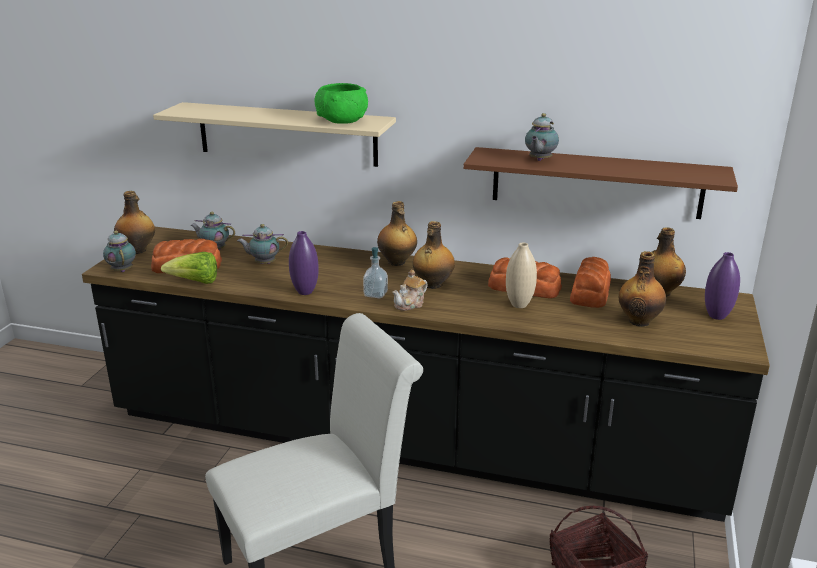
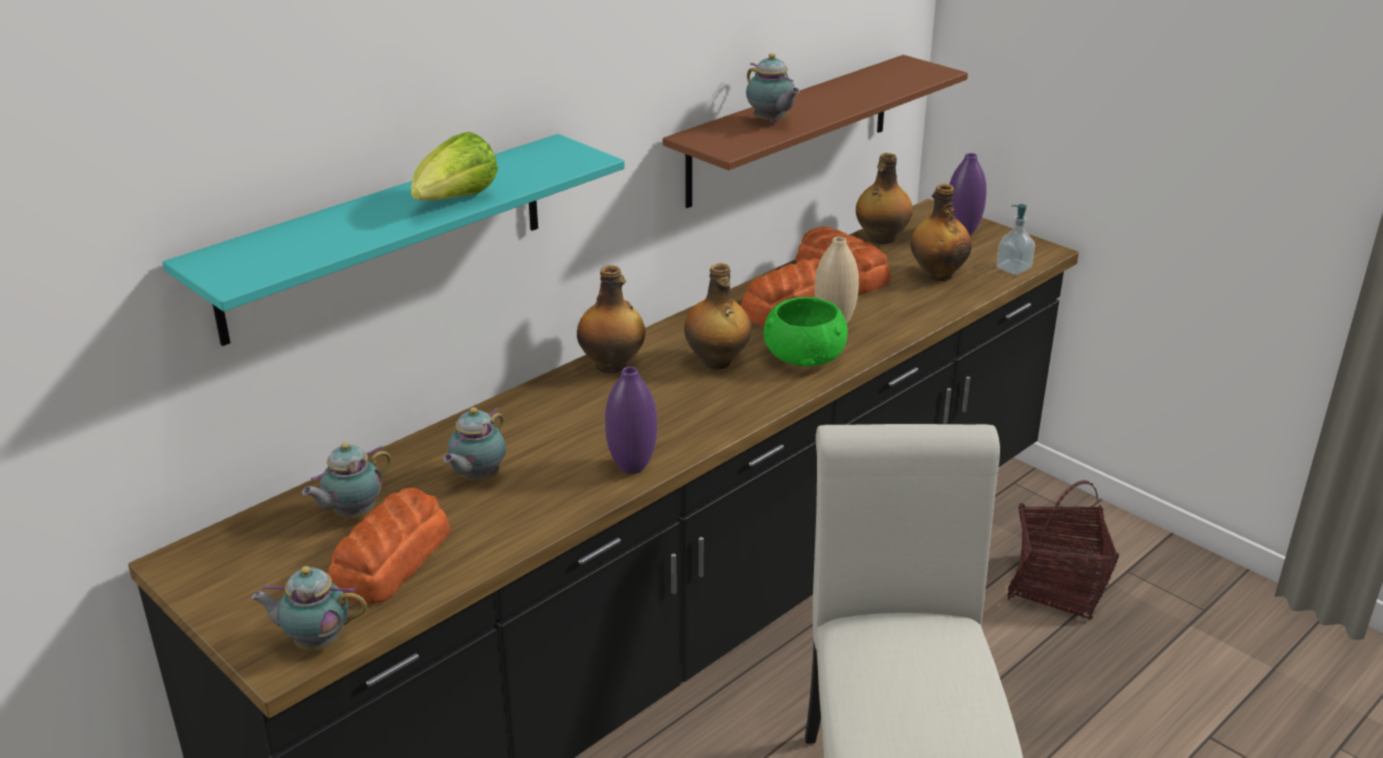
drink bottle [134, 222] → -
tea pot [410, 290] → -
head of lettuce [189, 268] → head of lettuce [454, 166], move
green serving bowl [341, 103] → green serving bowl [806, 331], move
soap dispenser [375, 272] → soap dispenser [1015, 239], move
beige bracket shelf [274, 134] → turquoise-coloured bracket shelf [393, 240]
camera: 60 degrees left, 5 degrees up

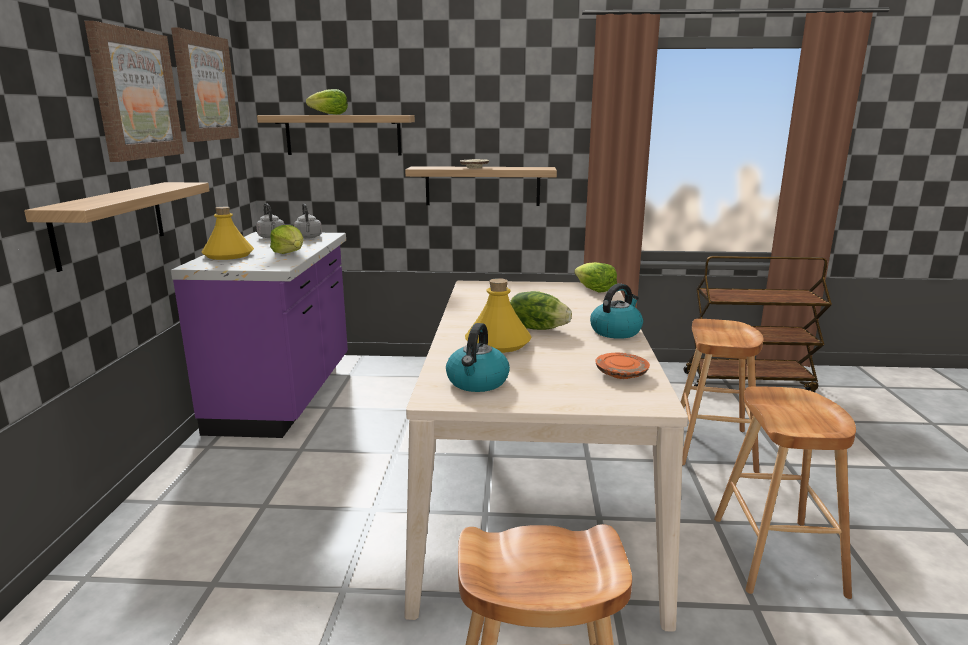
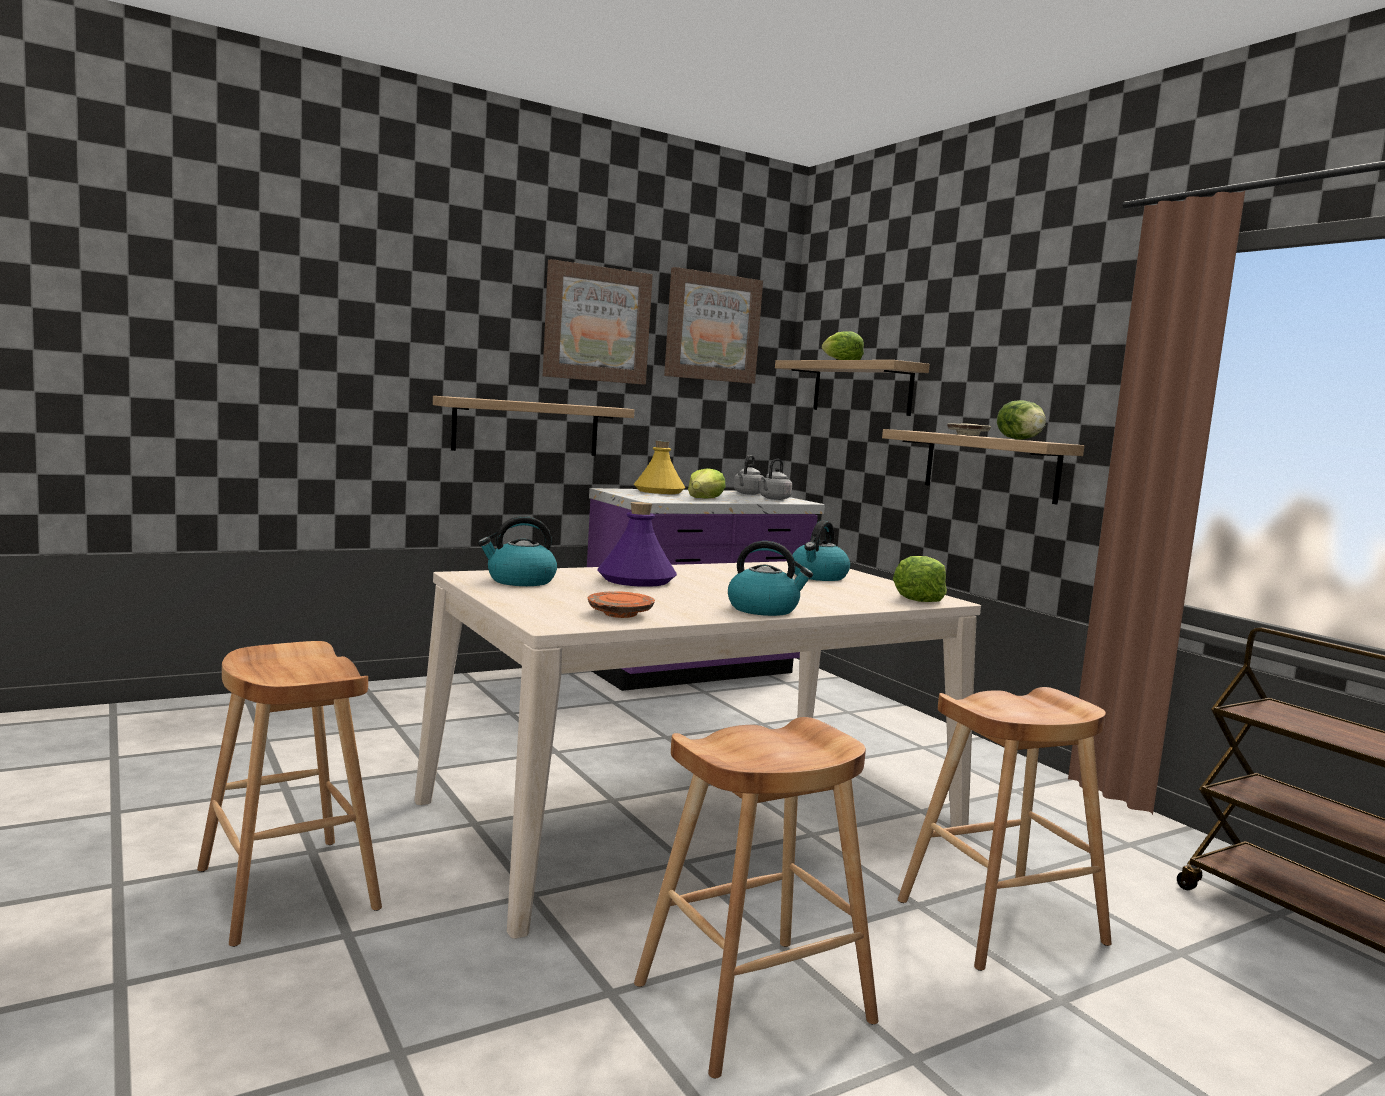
- → tea kettle [821, 551]
head of lettuce [541, 310] → head of lettuce [1021, 420], move
yellow drink bottle [498, 315] → purple-coloured drink bottle [637, 544]
camera: 55 degrees right, 10 degrees down

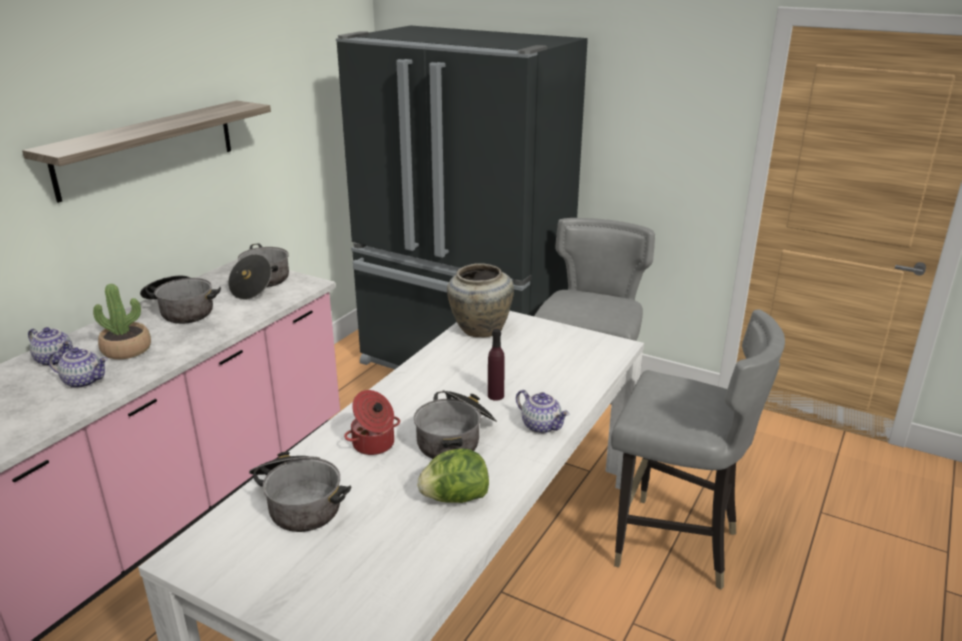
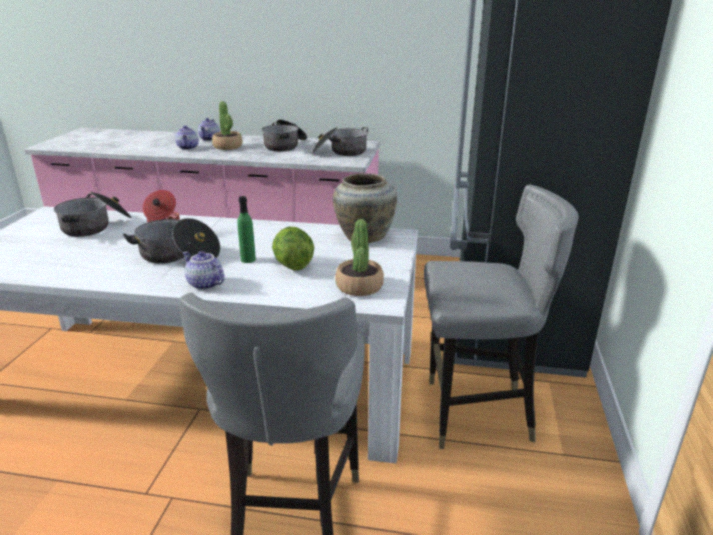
bracket shelf [146, 151] → -
- → houseplant [359, 257]
head of lettuce [453, 475] → head of lettuce [293, 249], move
purple-coloured drink bottle [496, 365] → green drink bottle [246, 229]
tea pot [542, 412] → tea pot [204, 270], 105 degrees clockwise
camera: 70 degrees right, 0 degrees up

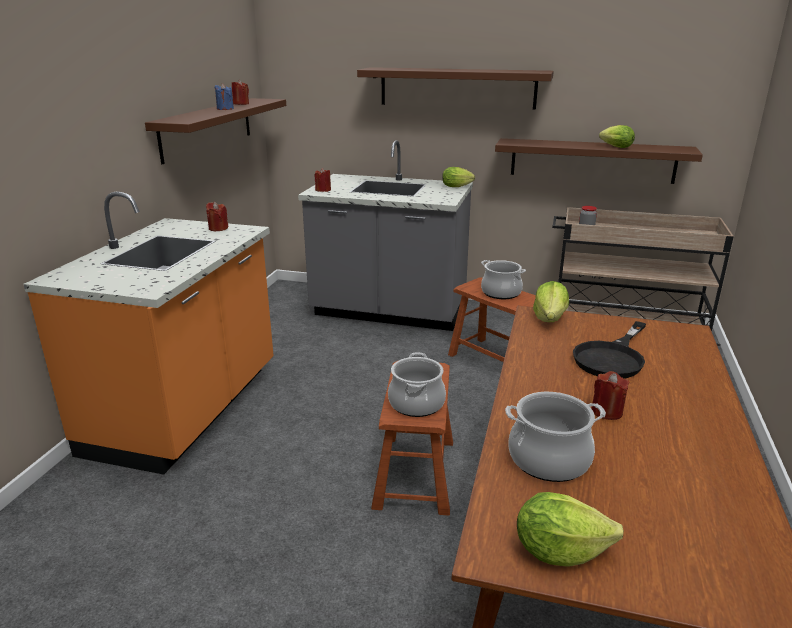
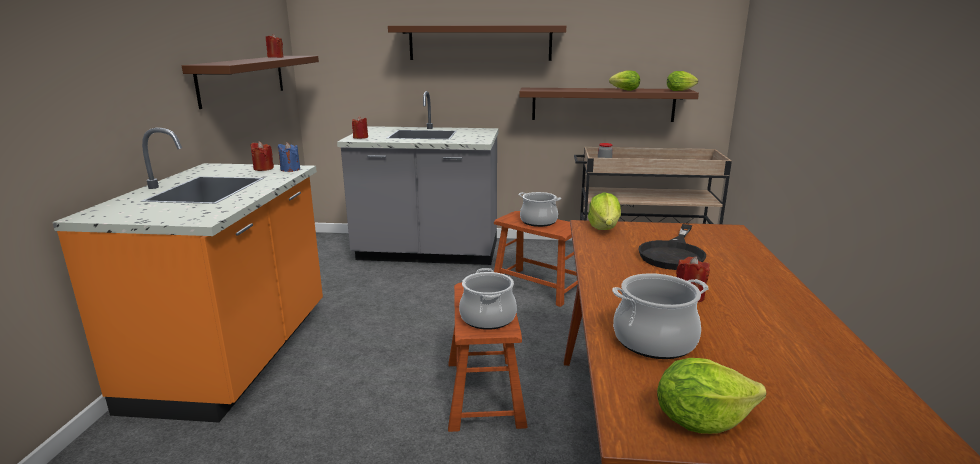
blue-coloured candle [224, 96] → blue-coloured candle [289, 157], move
head of lettuce [458, 177] → head of lettuce [682, 81], move
camera: 10 degrees left, 5 degrees down

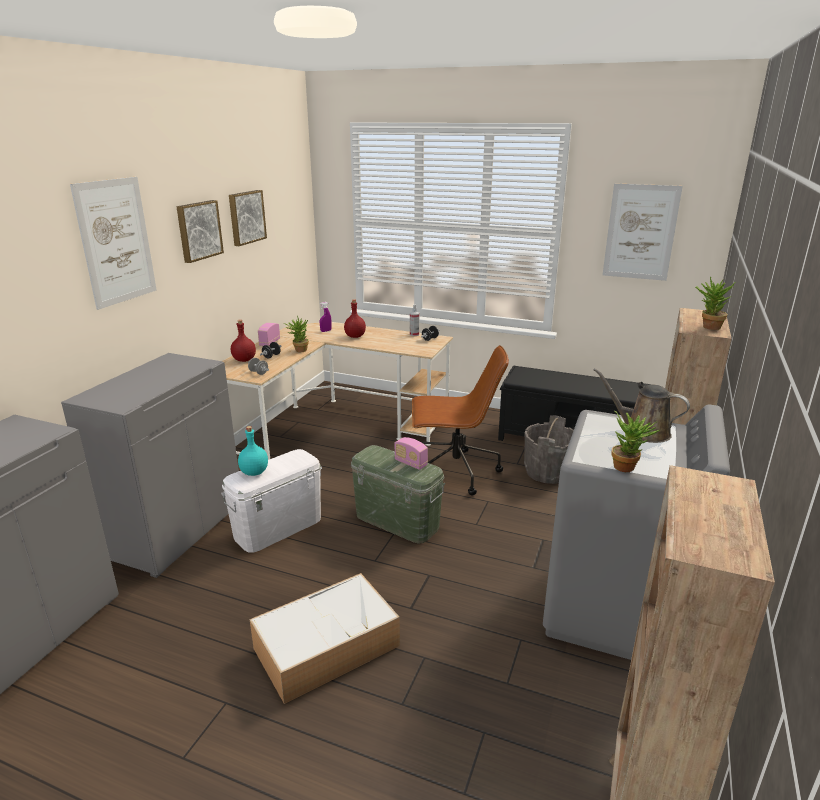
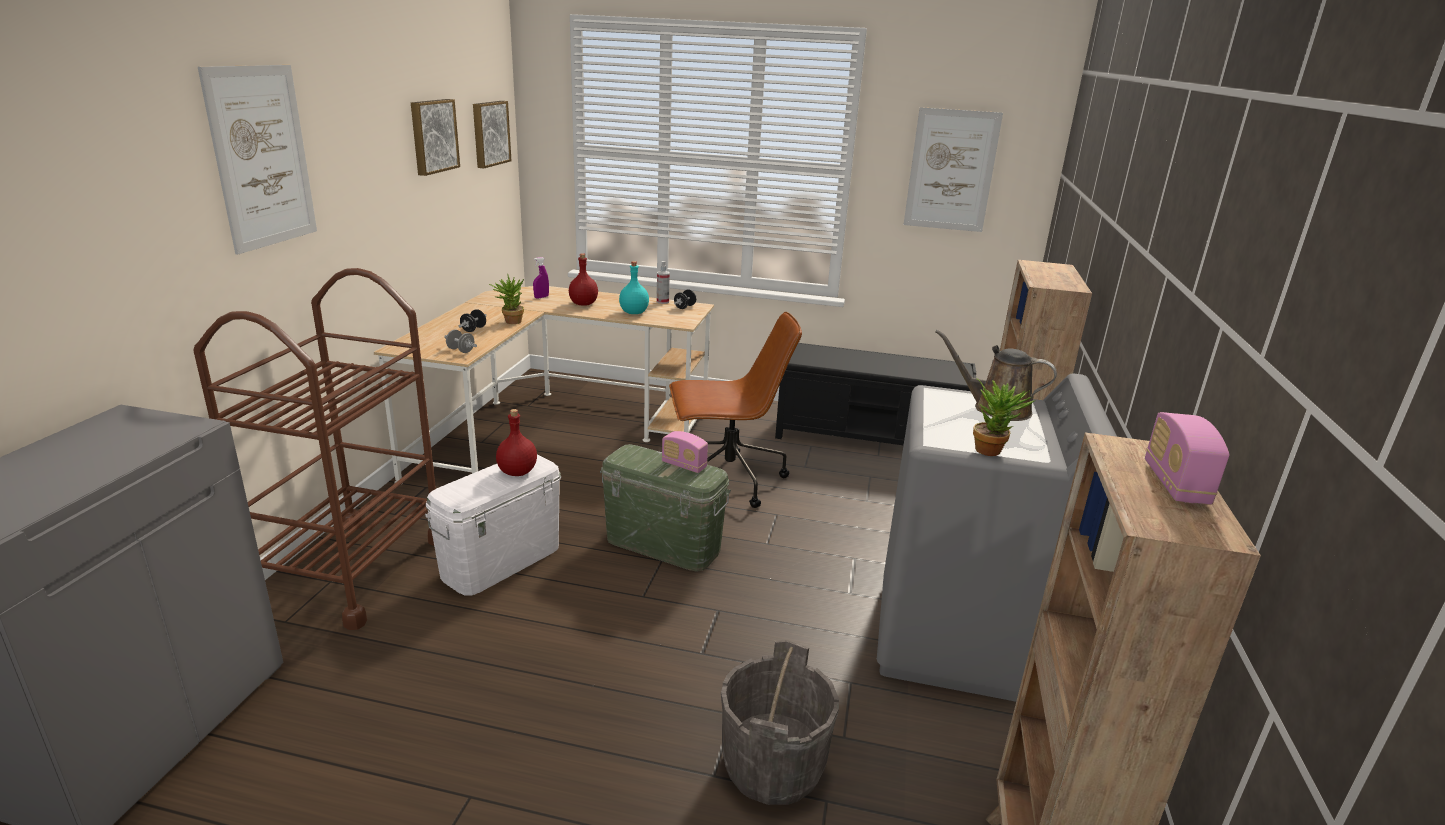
storage box [325, 638] → -
houseplant [715, 303] → -
wall art [200, 231] → wall art [492, 134], move
reddish drink bottle [243, 341] → reddish drink bottle [516, 442], move
turquoise-coloured drink bottle [253, 451] → turquoise-coloured drink bottle [634, 287], move
radio [269, 334] → radio [1187, 458], move
greyish pail [549, 449] → greyish pail [780, 722], move
greyish cabinet [150, 465] → brownish cart [314, 449]
camera: 10 degrees left, 0 degrees up

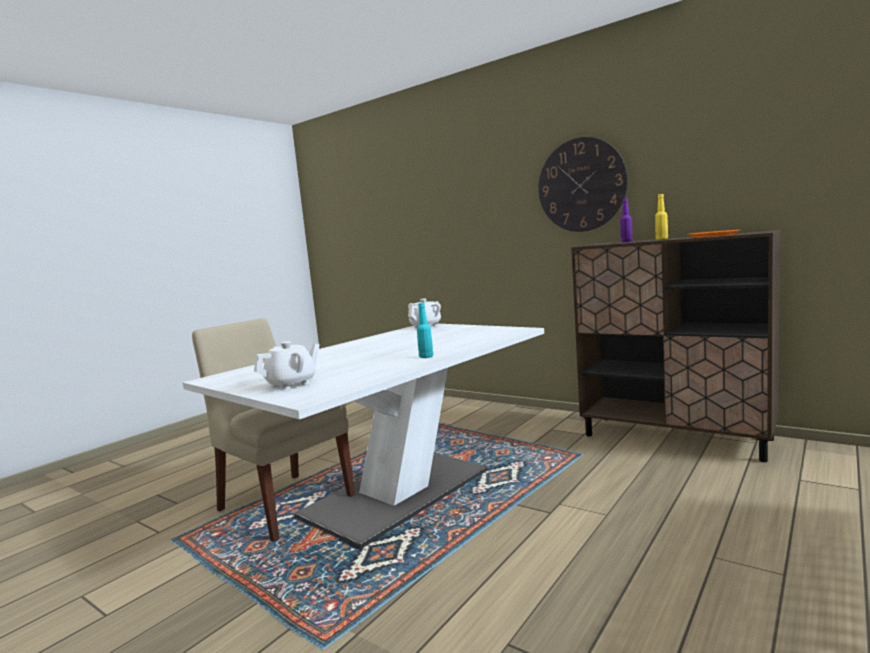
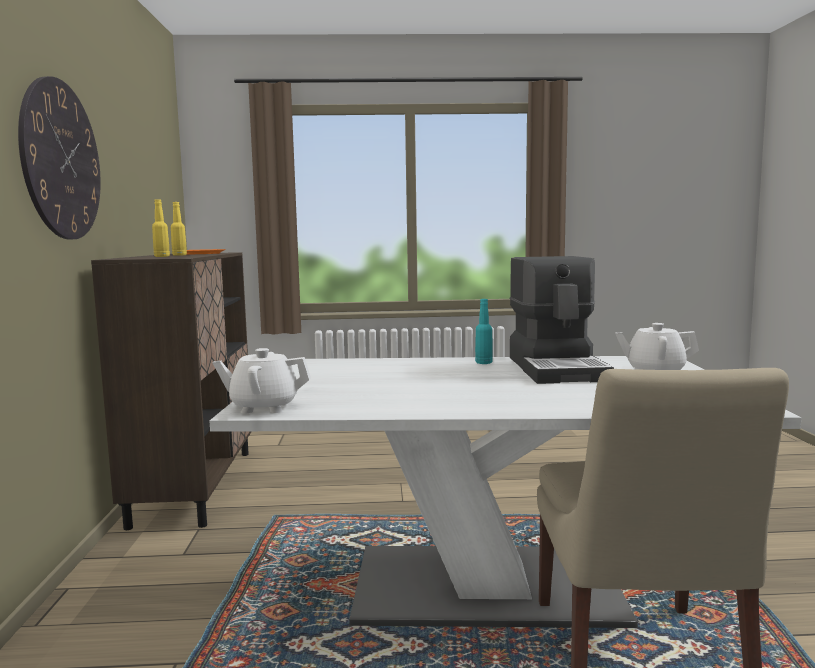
- → coffee brewer [561, 320]
purple-coloured drink bottle [626, 220] → yellow drink bottle [161, 228]
camera: 130 degrees left, 0 degrees up

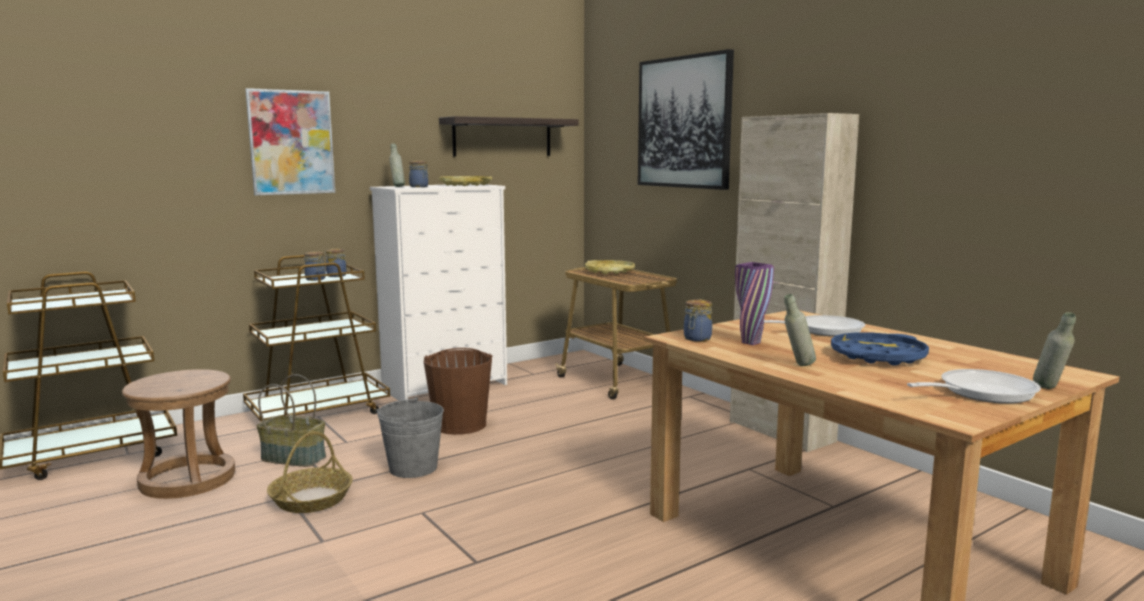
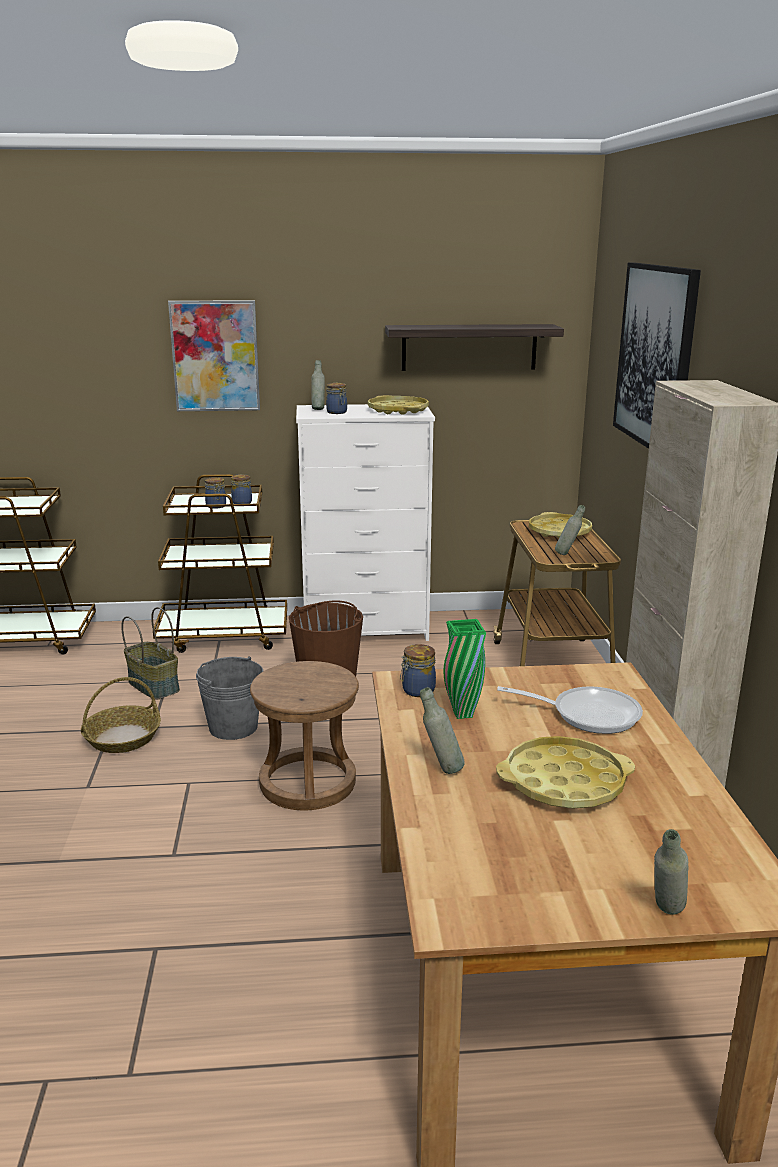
pan [974, 386] → -
- → greyish drink bottle [570, 530]
brownish stool seat [178, 434] → brownish stool seat [304, 735], move
purple-coloured flower vase [754, 303] → green flower vase [464, 669]
blue-coloured serving tray [880, 349] → yellow serving tray [565, 772]
camera: 30 degrees right, 10 degrees up

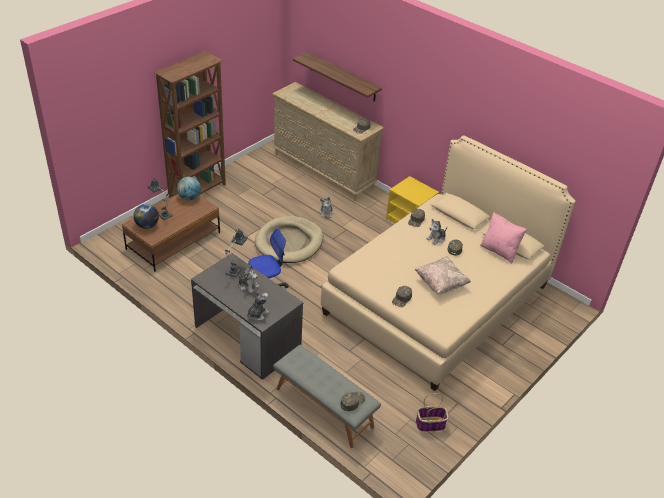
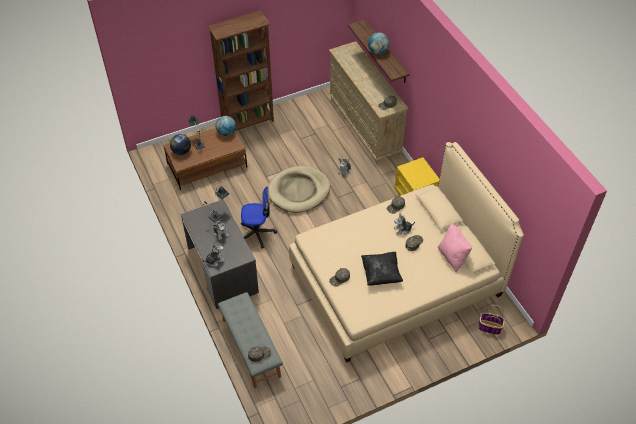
- → world globe [378, 43]
storage basket [432, 412] → storage basket [491, 320], move
beige pillow [442, 275] → blackish pillow [382, 269]
camera: 25 degrees right, 10 degrees up

